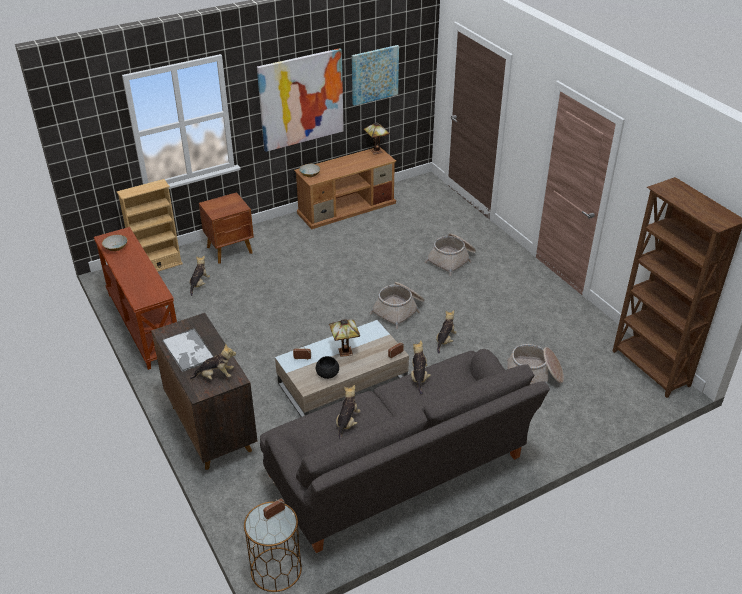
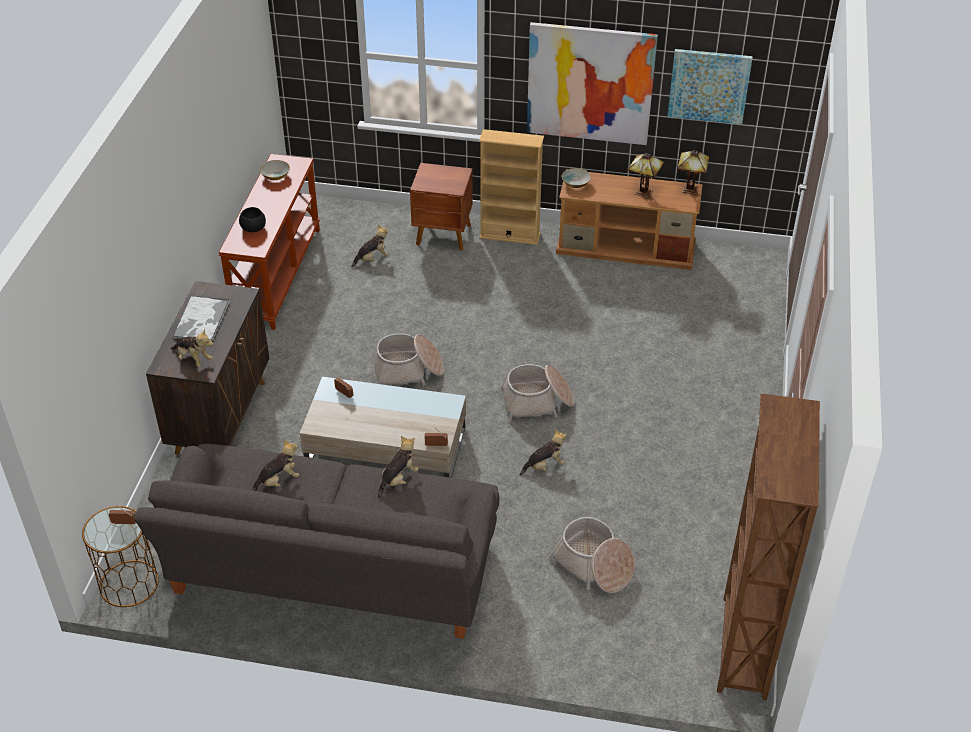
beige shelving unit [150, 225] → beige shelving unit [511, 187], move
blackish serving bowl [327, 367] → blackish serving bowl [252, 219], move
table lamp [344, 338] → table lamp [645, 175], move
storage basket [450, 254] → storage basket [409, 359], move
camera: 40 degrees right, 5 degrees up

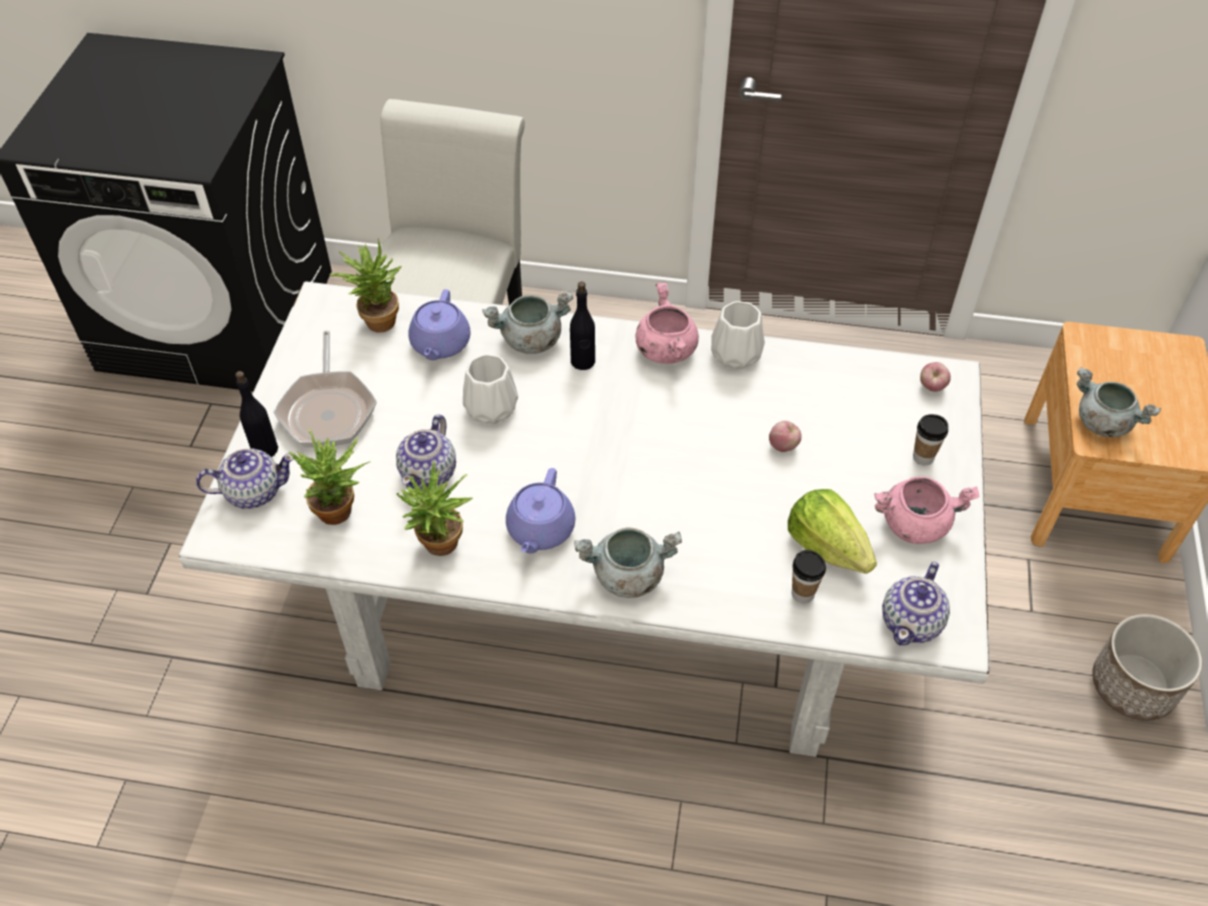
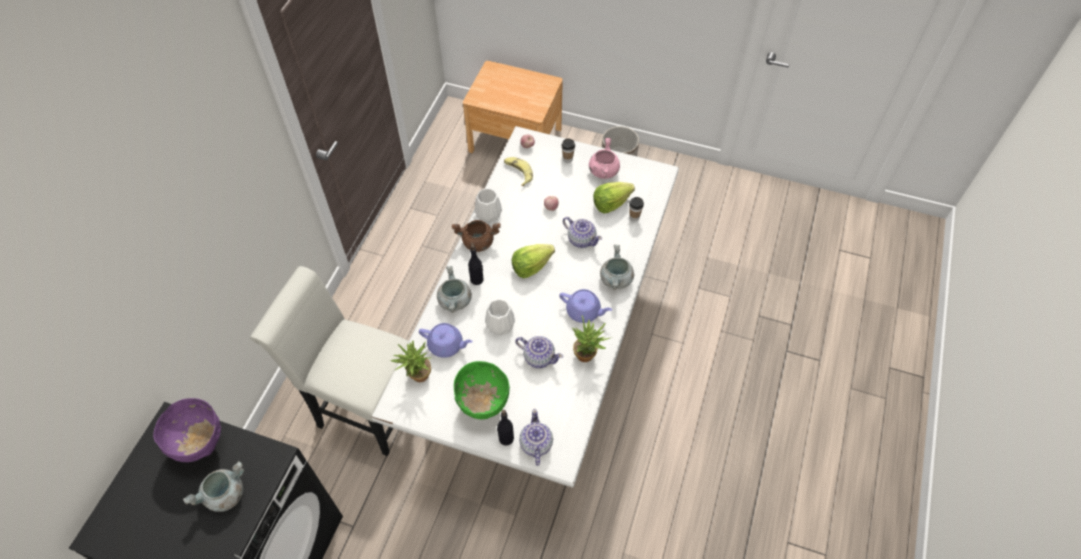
houseplant [329, 476] → -
- → purple-coloured serving bowl [187, 430]
- → banana [518, 171]
- → head of lettuce [533, 261]
tea pot [916, 604] → tea pot [582, 232], move
greyish saucepot [1119, 402] → greyish saucepot [213, 486], move
pan [325, 389] → green serving bowl [482, 390]
pink saucepot [667, 323] → brownish saucepot [476, 236]
camera: 80 degrees left, 5 degrees up

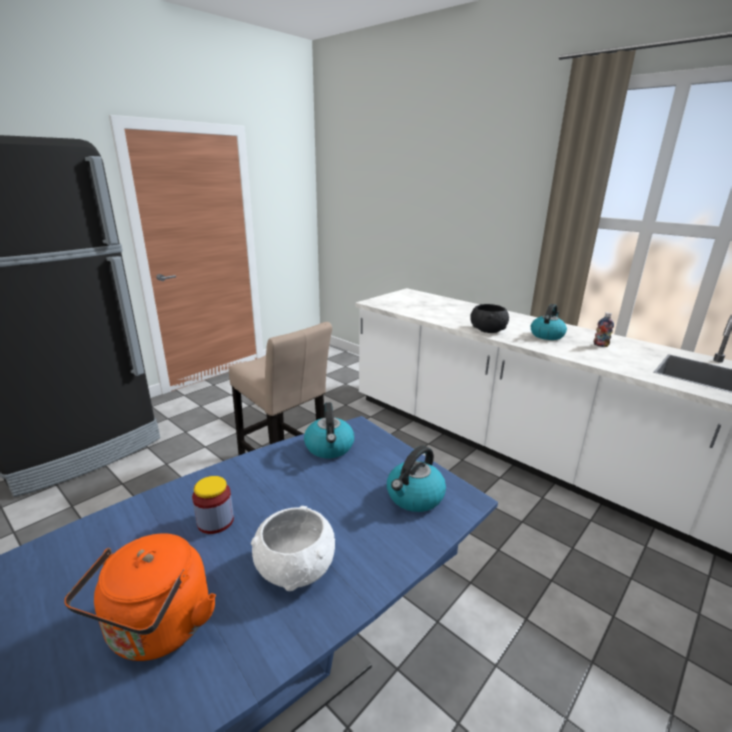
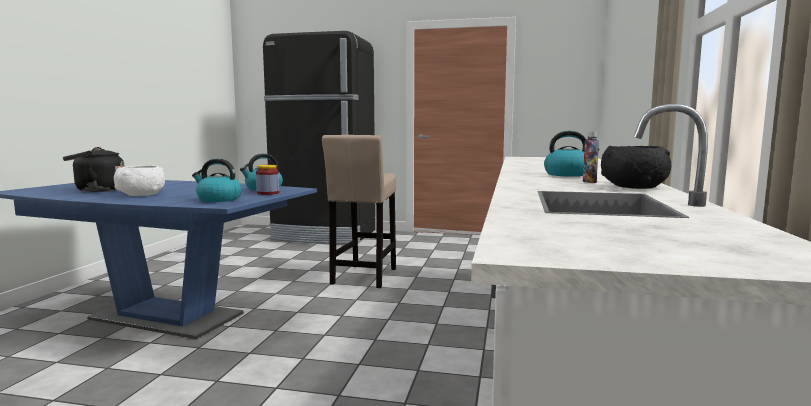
preserve jar [213, 505] → preserve jar [267, 180], move
blackish serving bowl [489, 318] → blackish serving bowl [636, 167], move
orange-coloured tea kettle [140, 597] → blackish tea kettle [94, 169]
camera: 60 degrees right, 15 degrees down

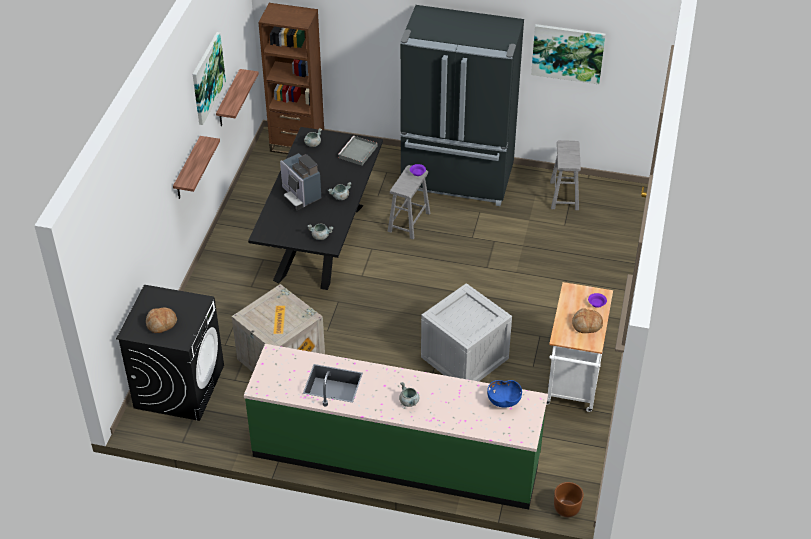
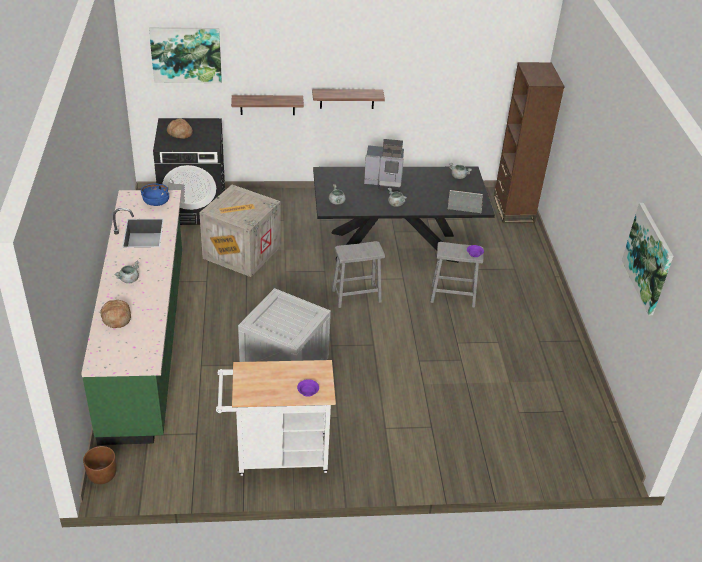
blackish kitchen fridge [462, 105] → -
wall art [209, 78] → wall art [185, 55], move
bracket shelf [237, 97] → bracket shelf [267, 105], move
blue-coloured serving bowl [504, 393] → blue-coloured serving bowl [155, 194], move
greyish stool seat [565, 175] → greyish stool seat [358, 274], move
baked bread [587, 321] → baked bread [115, 314], move
coffee brewer [300, 181] → coffee brewer [384, 165], 120 degrees counterclockwise
camera: 70 degrees right, 5 degrees down

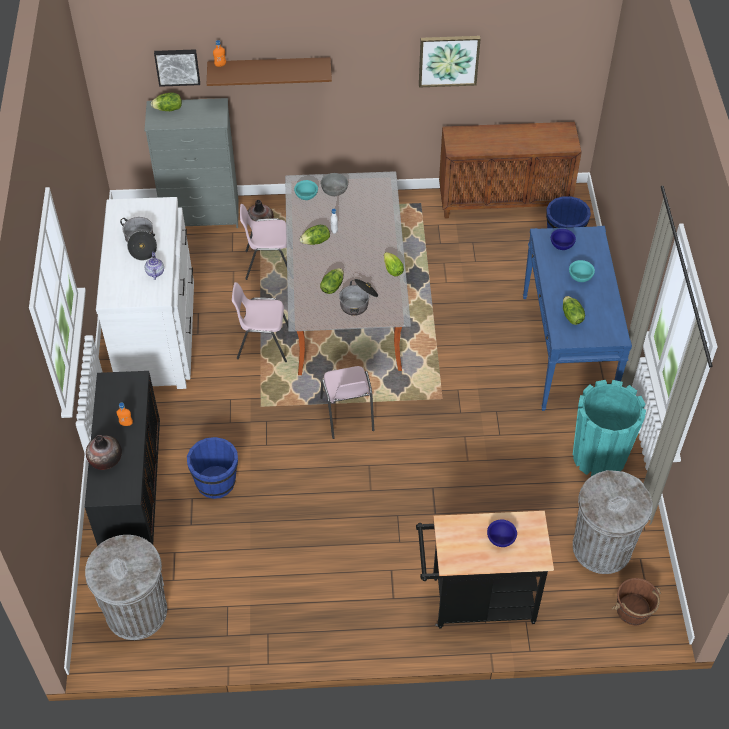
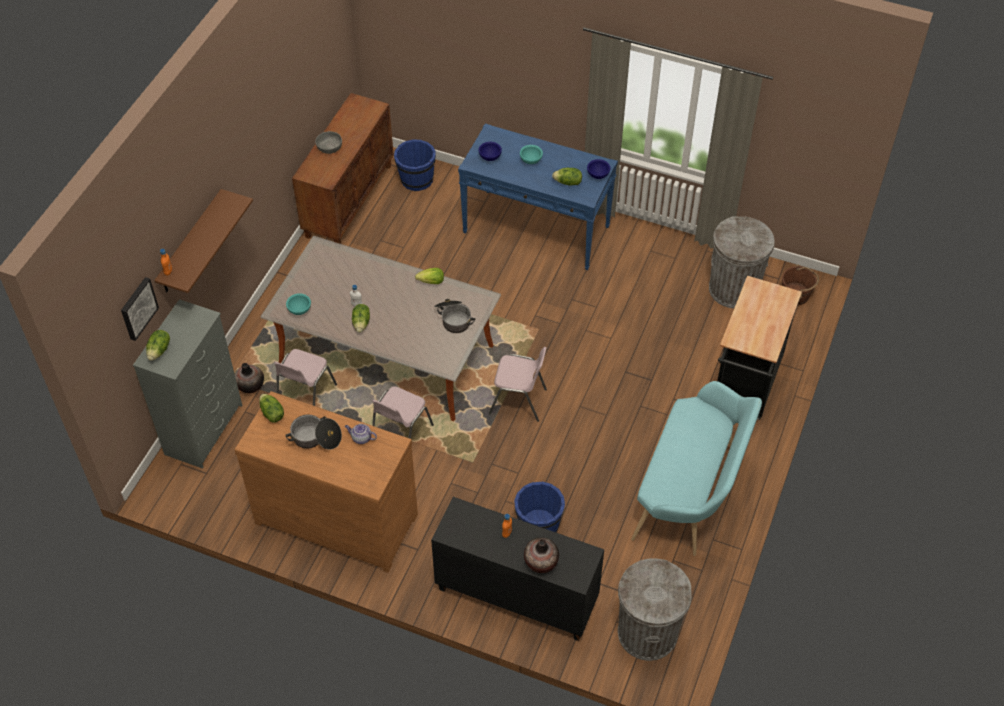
wall art [450, 62] → -
turquoise-coloured planter [609, 428] → -
- → turquoise-coloured indoor bench [696, 468]
head of lettuce [332, 281] → head of lettuce [271, 408], move
greyish serving bowl [334, 184] → greyish serving bowl [328, 142], move
blue-coloured serving bowl [502, 533] → blue-coloured serving bowl [599, 169], move
white-coloured dresser [145, 293] → brownish dresser [326, 482]
camera: 65 degrees left, 0 degrees up

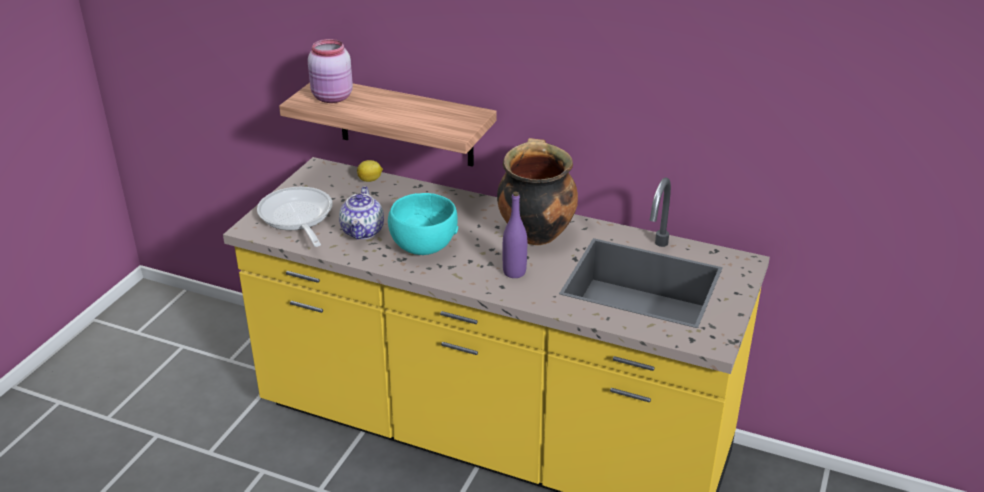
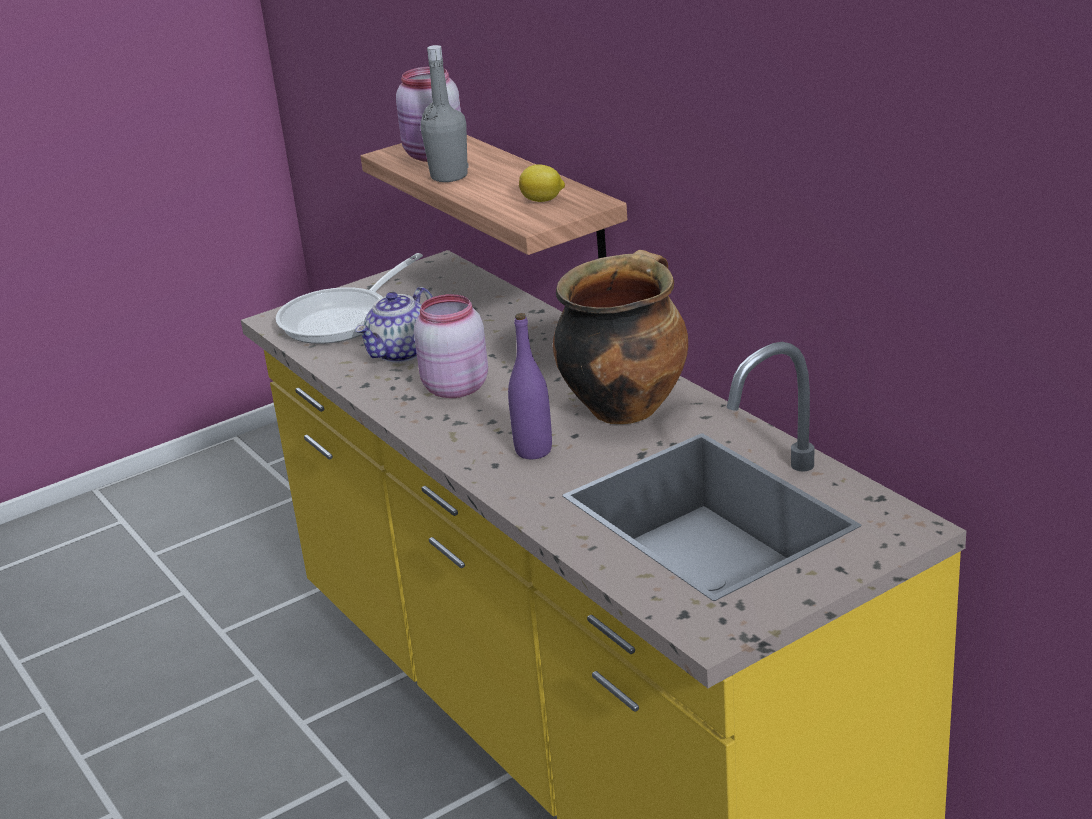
- → greyish drink bottle [444, 113]
citrus fruit [370, 171] → citrus fruit [542, 183], move
turquoise-coloured serving bowl [423, 224] → pink preserve jar [451, 346]
pan [295, 217] → pan [349, 298], 150 degrees counterclockwise
camera: 35 degrees right, 5 degrees down

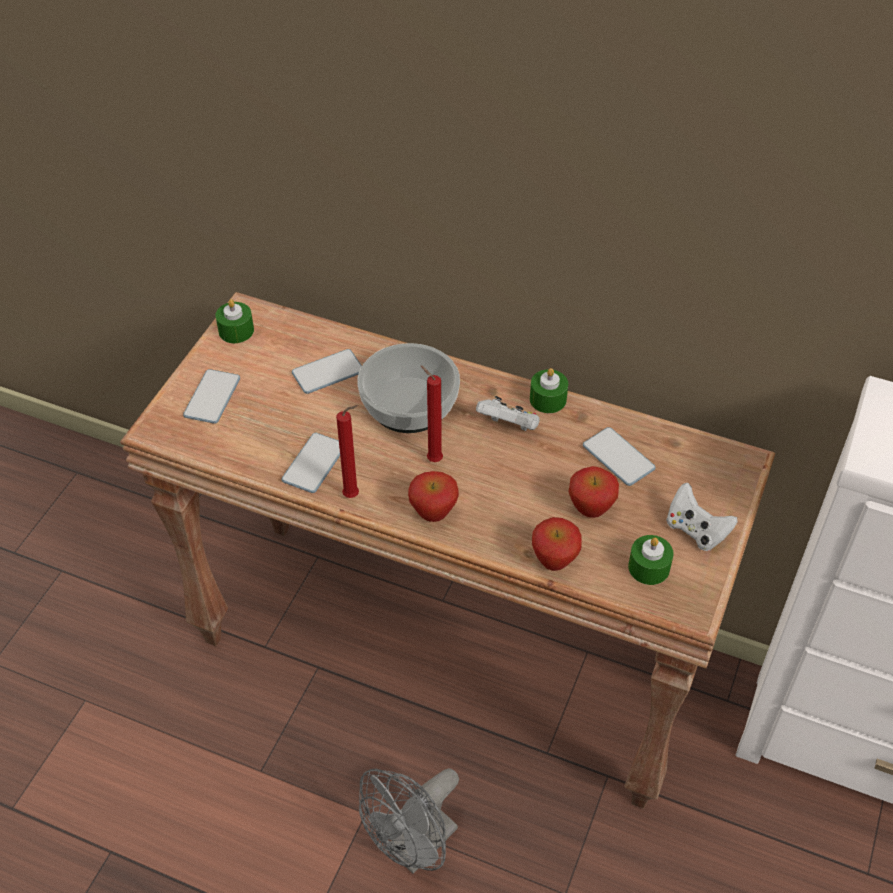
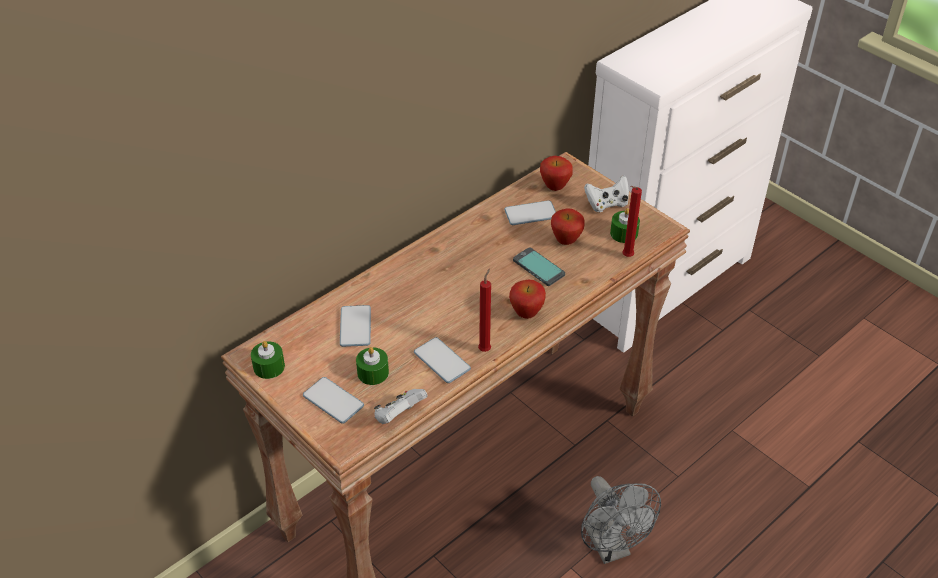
serving bowl [408, 388] → -
- → phone [539, 266]
reddish candle [432, 413] → reddish candle [632, 221], move
white-coloured game controller [508, 413] → white-coloured game controller [400, 406], move
green candle [549, 390] → green candle [372, 366], move
apple fruit [557, 544] → apple fruit [556, 173], move
camera: 65 degrees left, 5 degrees down

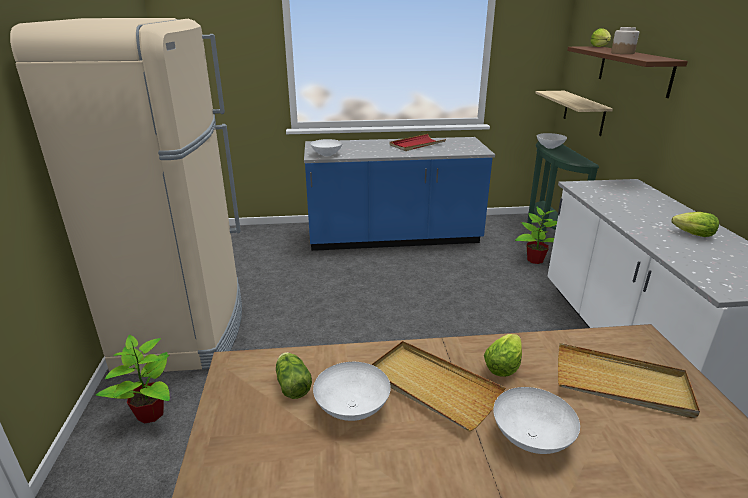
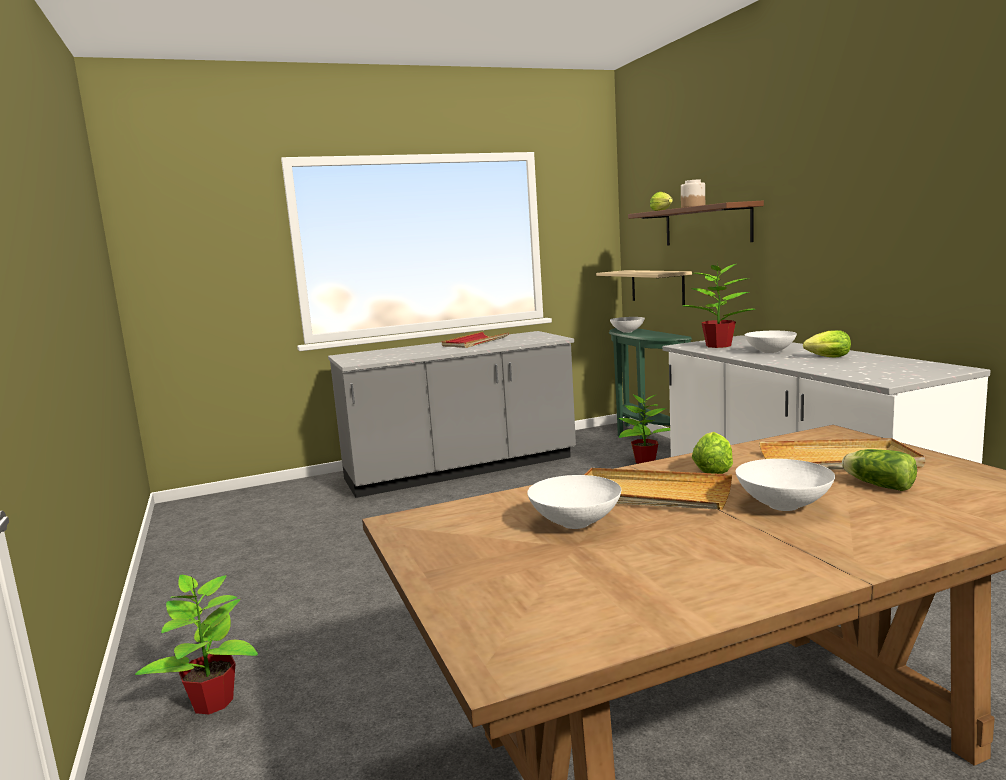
beige kitchen fridge [126, 196] → -
- → houseplant [719, 303]
head of lettuce [294, 375] → head of lettuce [879, 470], move
white-coloured serving bowl [327, 147] → white-coloured serving bowl [771, 342], move
blue-coloured counter [399, 194] → greyish counter [452, 414]
camera: 15 degrees left, 15 degrees down

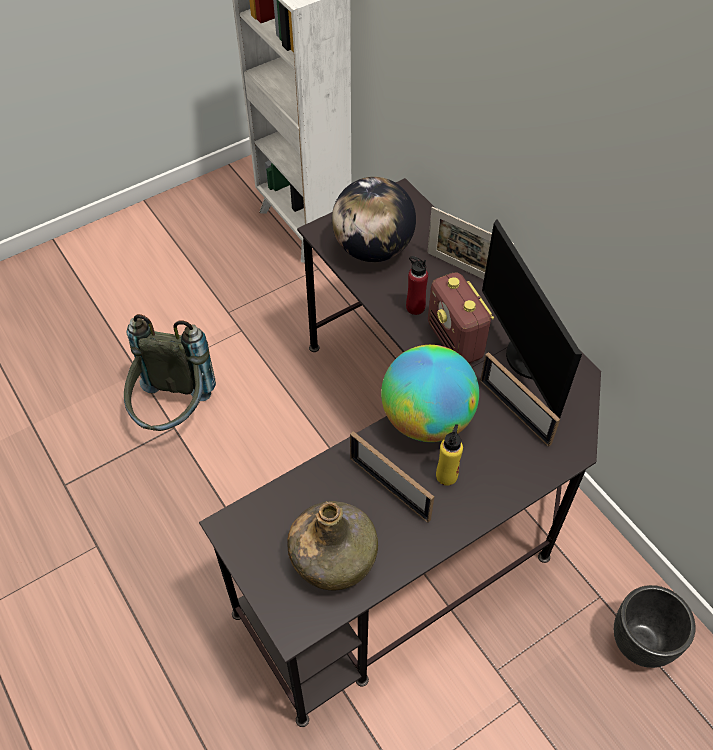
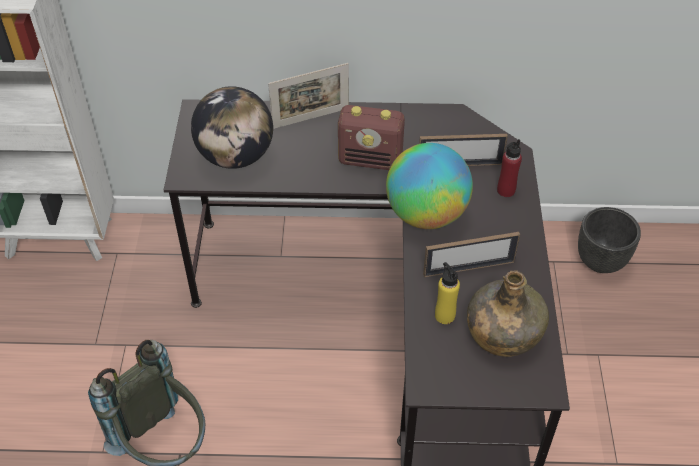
monitor [532, 318] → -
reddish drink bottle [417, 285] → reddish drink bottle [509, 168], move
yellow drink bottle [449, 455] → yellow drink bottle [447, 293], move
camera: 55 degrees left, 5 degrees down

